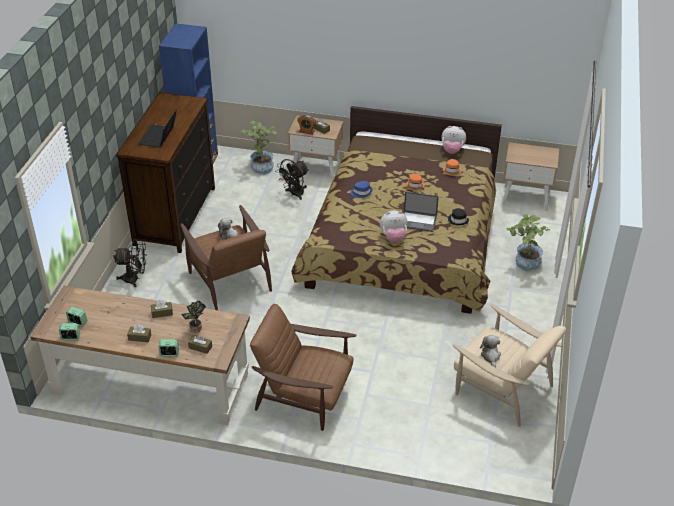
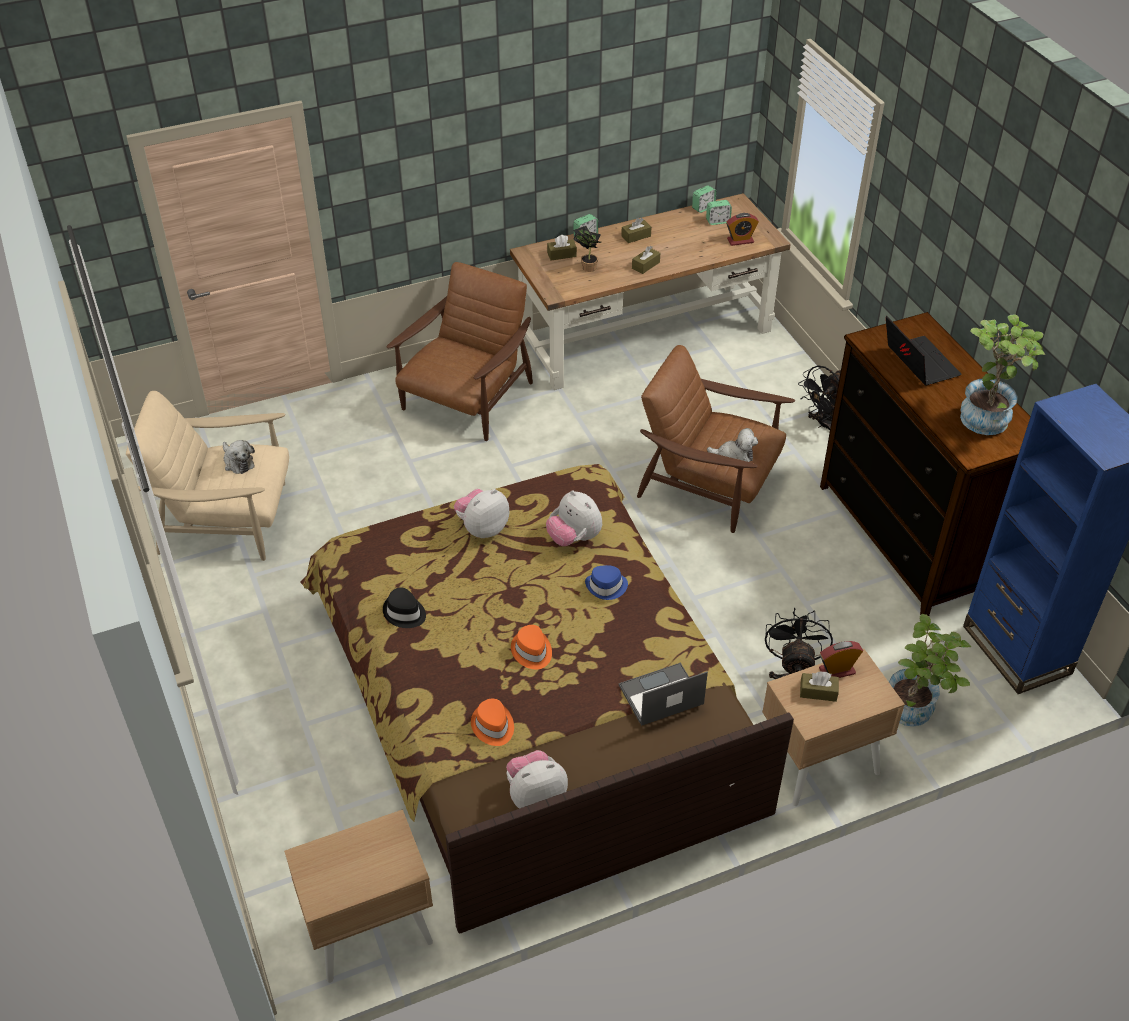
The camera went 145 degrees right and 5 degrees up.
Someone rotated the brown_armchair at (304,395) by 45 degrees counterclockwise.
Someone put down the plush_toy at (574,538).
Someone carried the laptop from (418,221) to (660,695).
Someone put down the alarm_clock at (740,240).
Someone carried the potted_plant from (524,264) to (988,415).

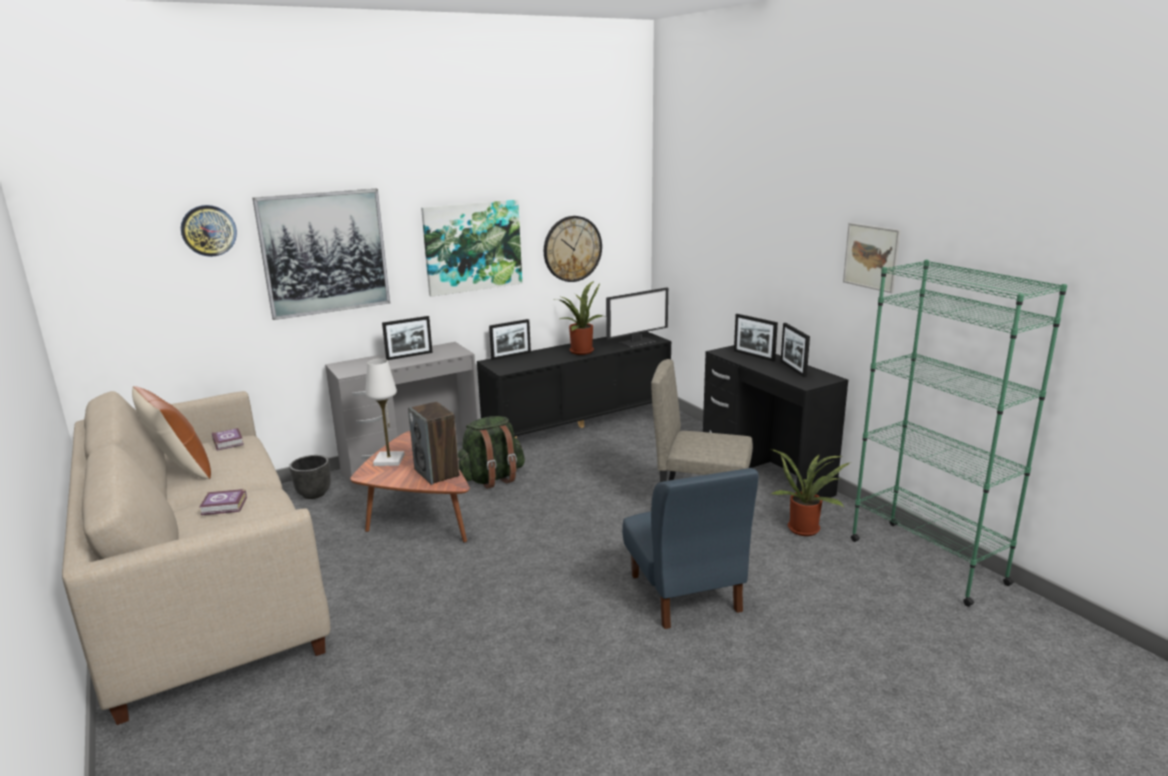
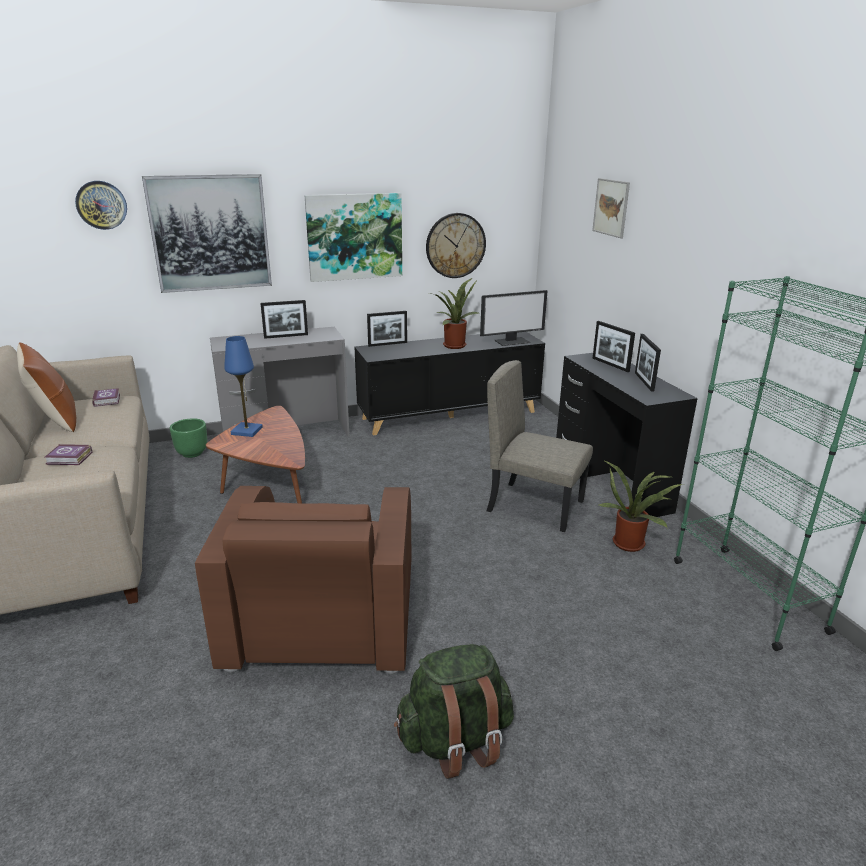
The camera went 10 degrees right and 5 degrees up.
Someone repainted the black_planter at (313,494), which became the green_planter at (191,453).
Someone put down the brown_armchair at (323,617).
Someone repainted the white_table_lamp at (389,460), which became the blue_table_lamp at (247,431).
Someone carried the green_backpack from (492,478) to (455,741).
Someone carried the picture from (871,257) to (611,207).
Someone took away the speaker at (437,473).
Someone took away the blue_chair at (684,593).

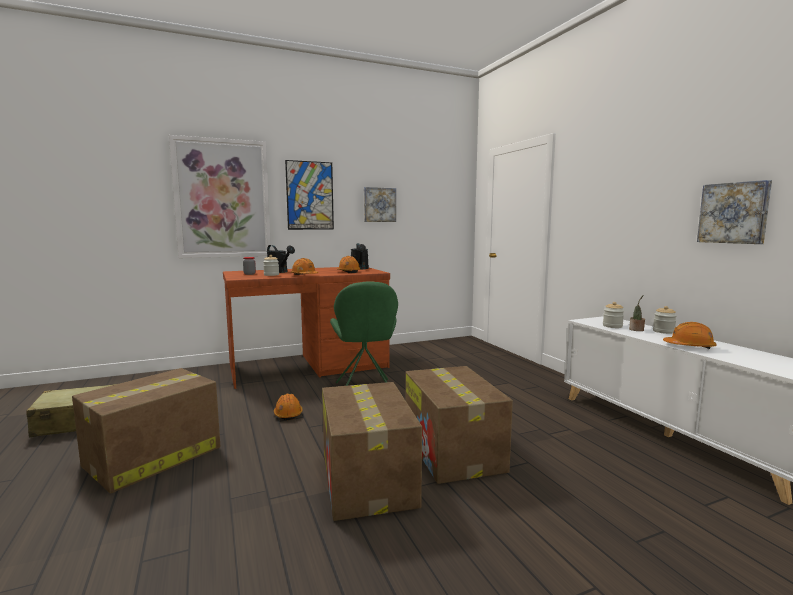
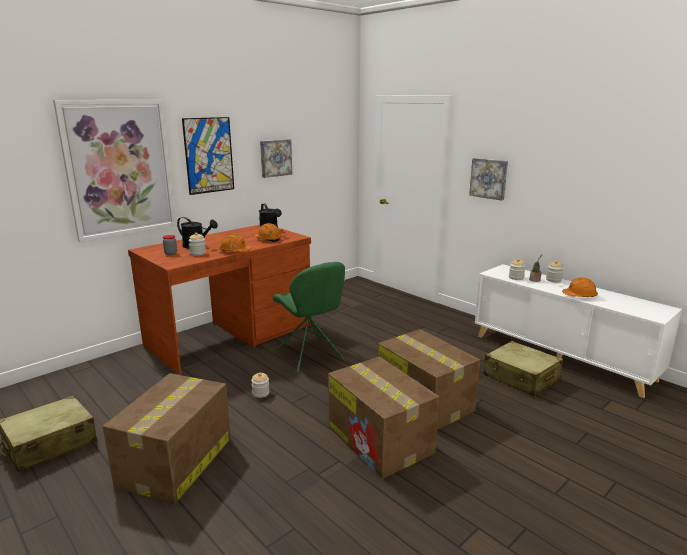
The camera went 20 degrees left and 10 degrees up.
Someone swapped the orange_hard_hat at (288,414) for the jar at (260,393).
Someone carried the picture from (734,213) to (489,178).
Someone put down the beige_suitcase at (521,378).

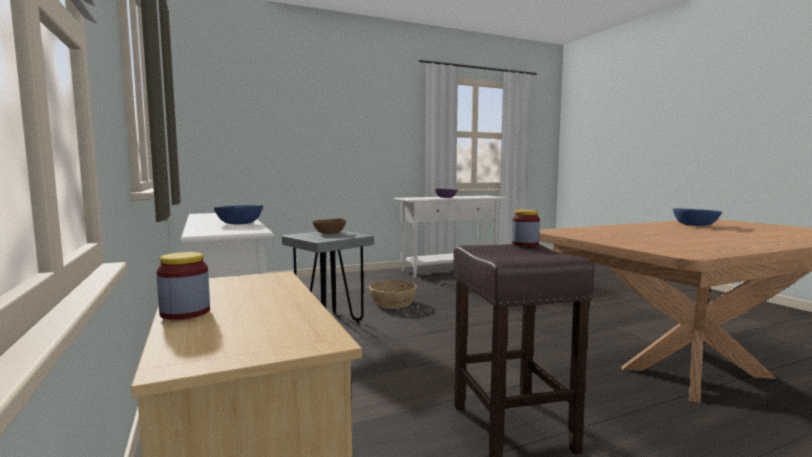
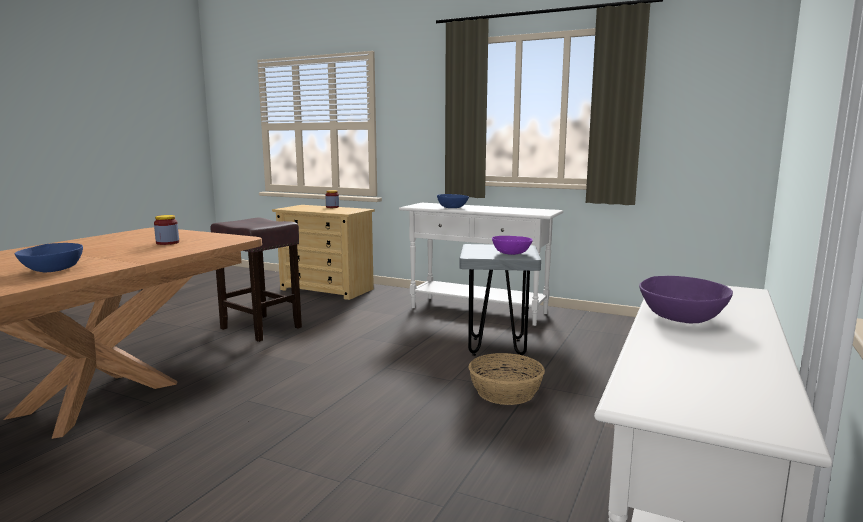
The camera went 140 degrees right and 5 degrees up.
Someone carried the jar from (525,244) to (167,243).
Someone repainted the brown_bowl at (329,233), which became the purple_bowl at (511,253).

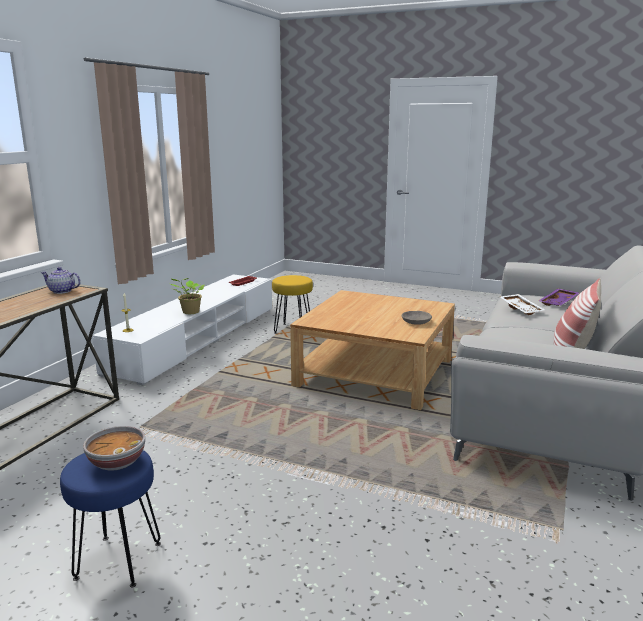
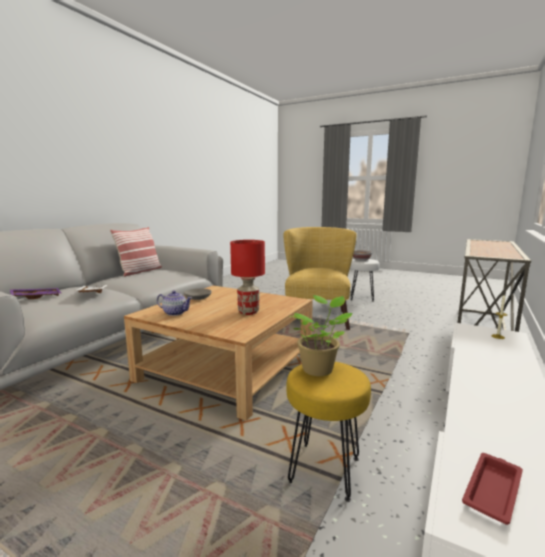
The camera went 175 degrees left and 5 degrees down.
Someone carried the teapot from (62,291) to (175,313).
Someone put down the red_table_lamp at (249,312).
Someone put down the yellow_armchair at (317,316).
Someone carried the potted_plant from (189,312) to (319,368).
Someone repainted the blue_stool at (117,561), which became the white_stool at (362,297).

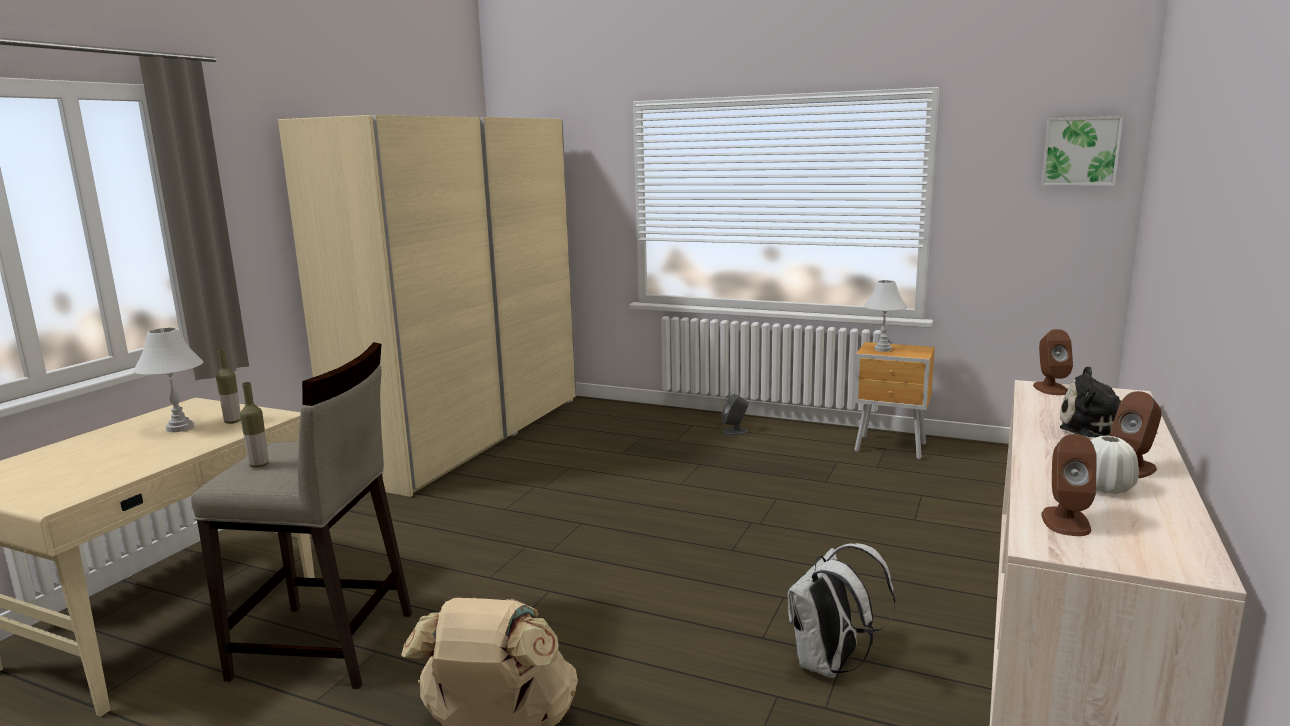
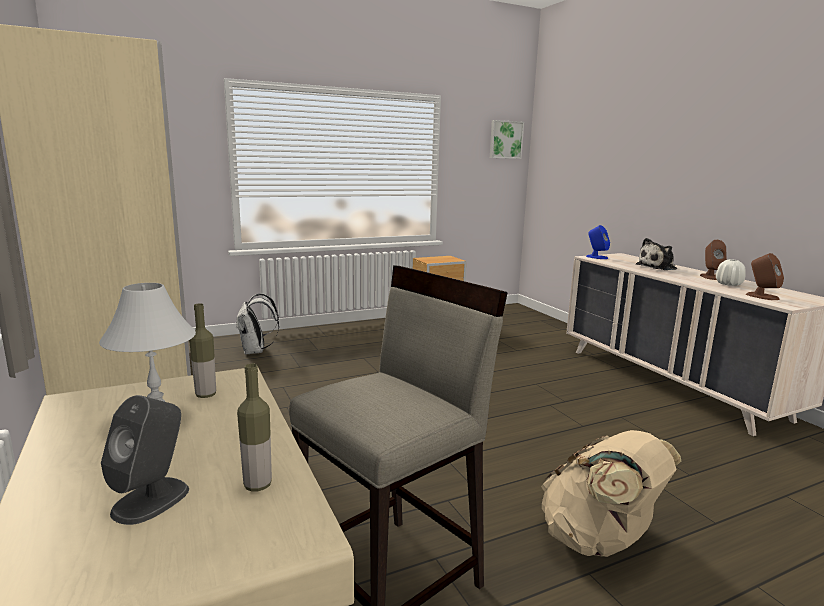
The camera went 50 degrees left and 0 degrees up.
Someone carried the grey_speaker from (735,432) to (152,500).
Someone carried the white_backpack from (830,665) to (256,351).
Someone carried the bottle from (259,465) to (257,485).
Someone repainted the brown_speaker at (1050,388), which became the blue_speaker at (596,257).
Someone took away the white_table_lamp at (883,349).

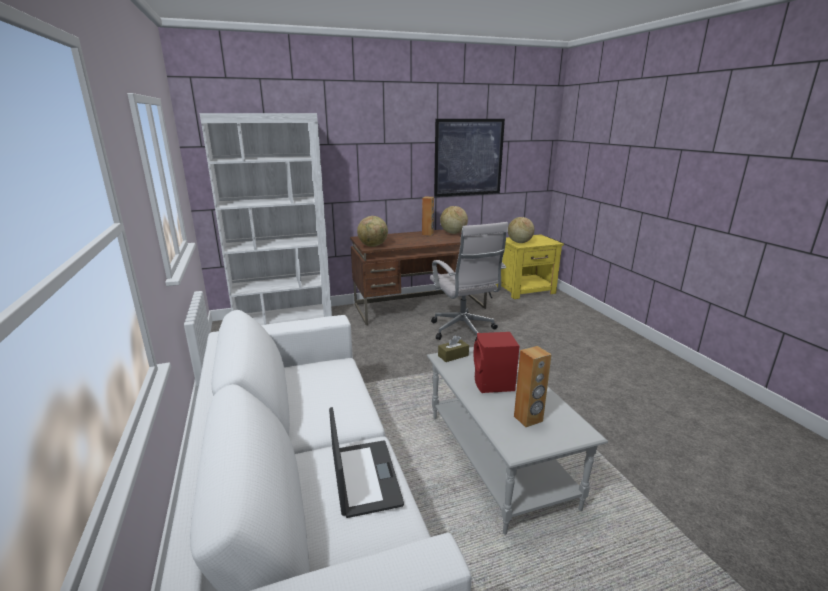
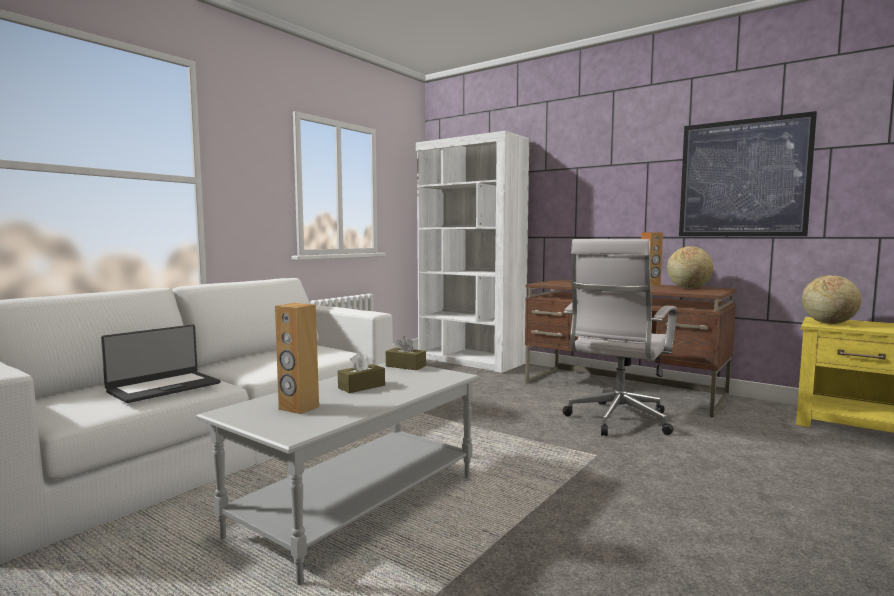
The camera went 55 degrees right and 15 degrees down.
Someone swapped the red_speaker at (494,384) for the brown_tissue_box at (361,387).
Someone took away the globe at (373,246).

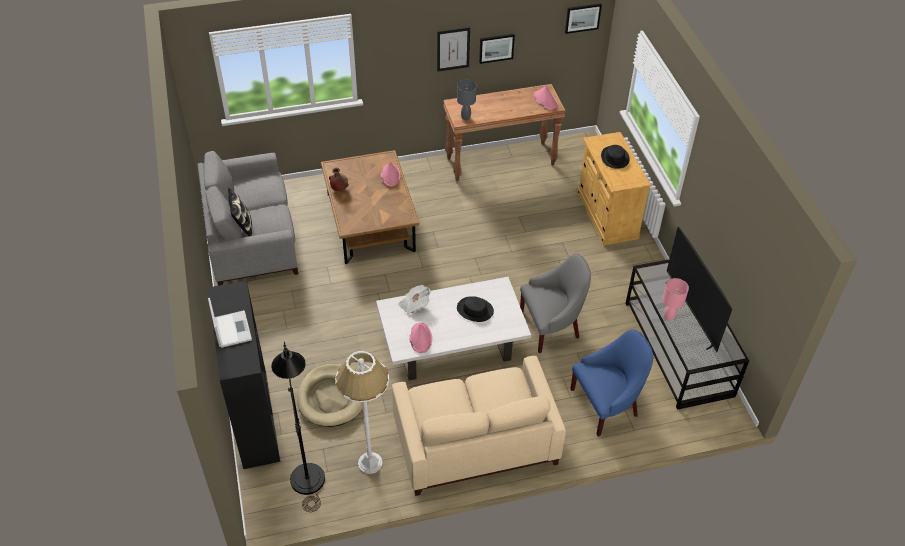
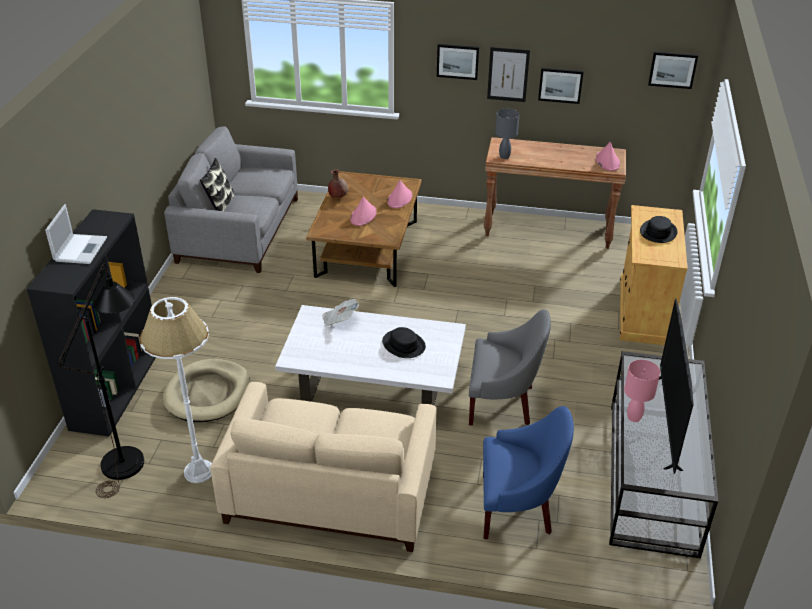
The camera went 25 degrees right and 10 degrees down.
Someone carried the pink_hat from (420,338) to (363,216).
Someone put up the picture at (457,61).

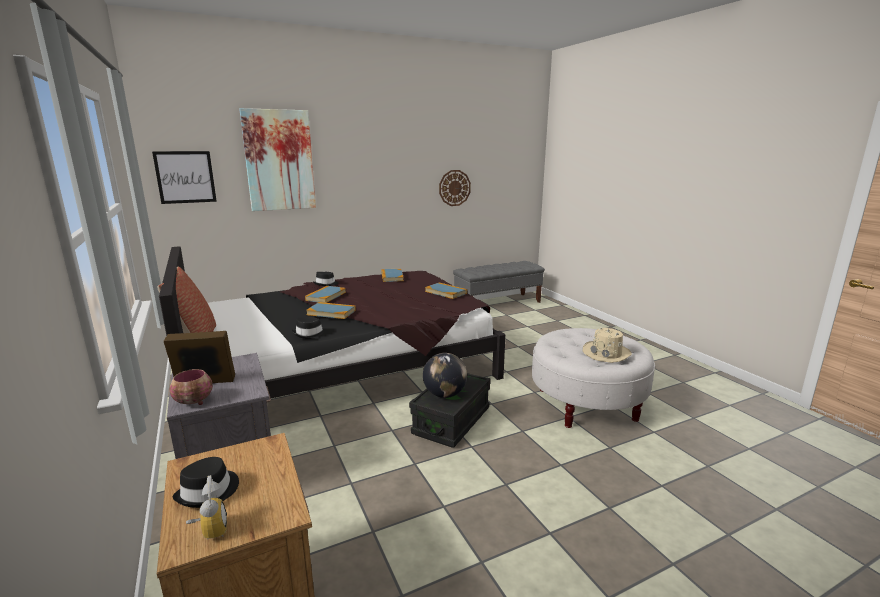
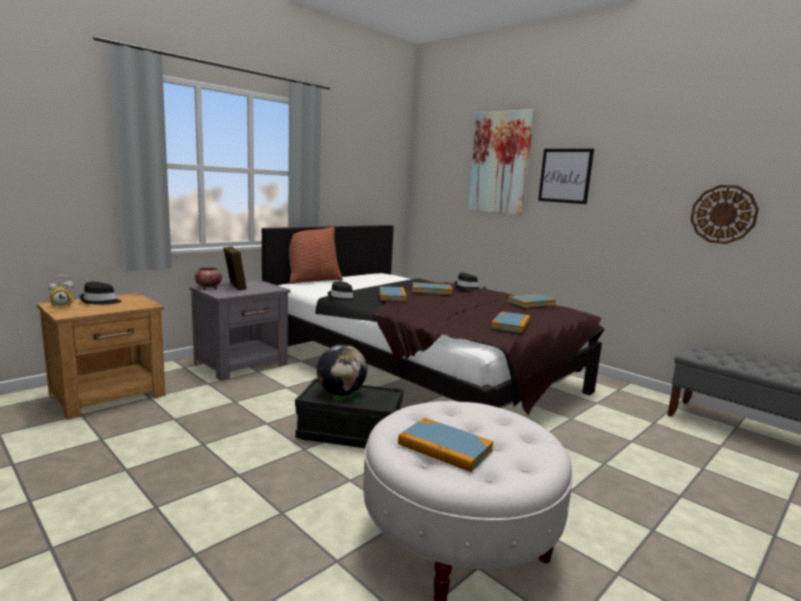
The camera went 70 degrees right and 5 degrees down.
Someone swapped the beige_hat at (606,353) for the book at (445,448).
Someone carried the picture from (185,177) to (565,175).

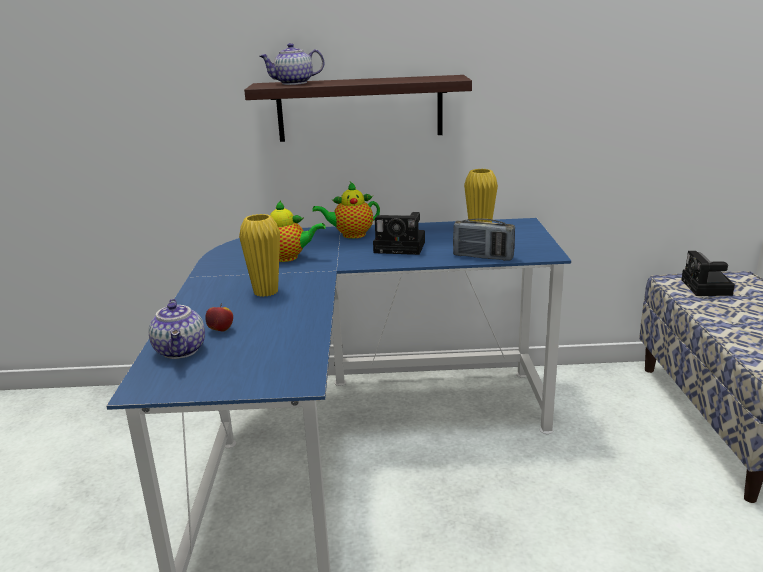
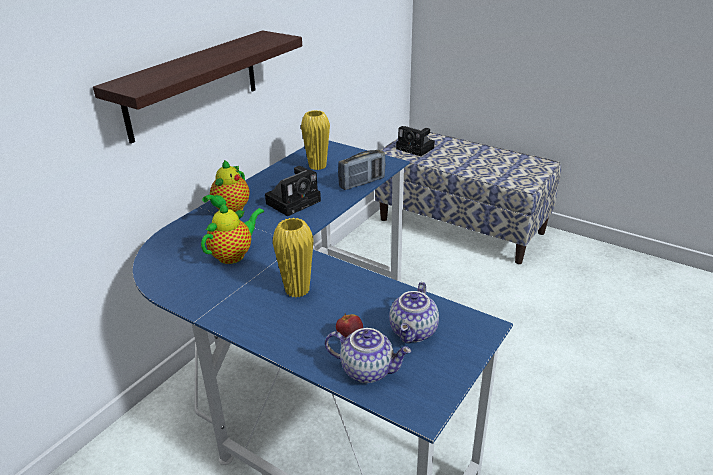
The camera went 55 degrees left and 10 degrees up.
Someone carried the teapot from (293,83) to (414,332).

